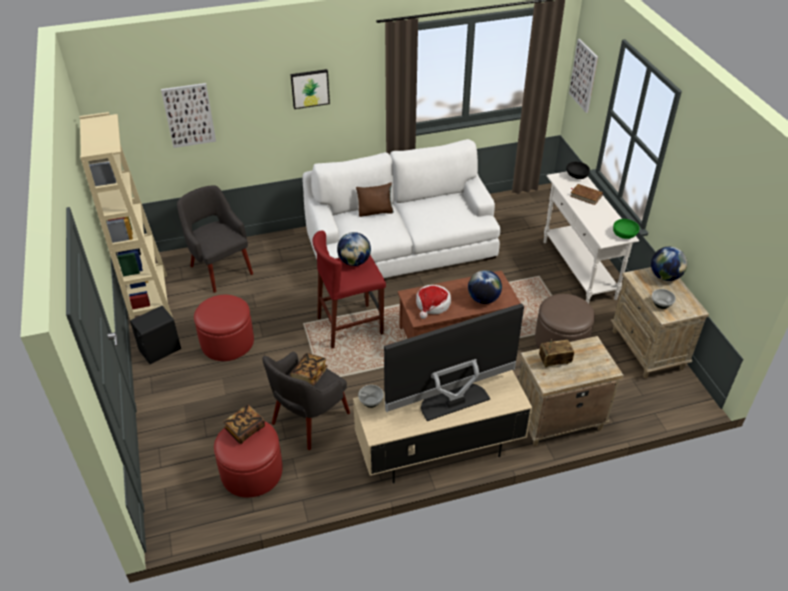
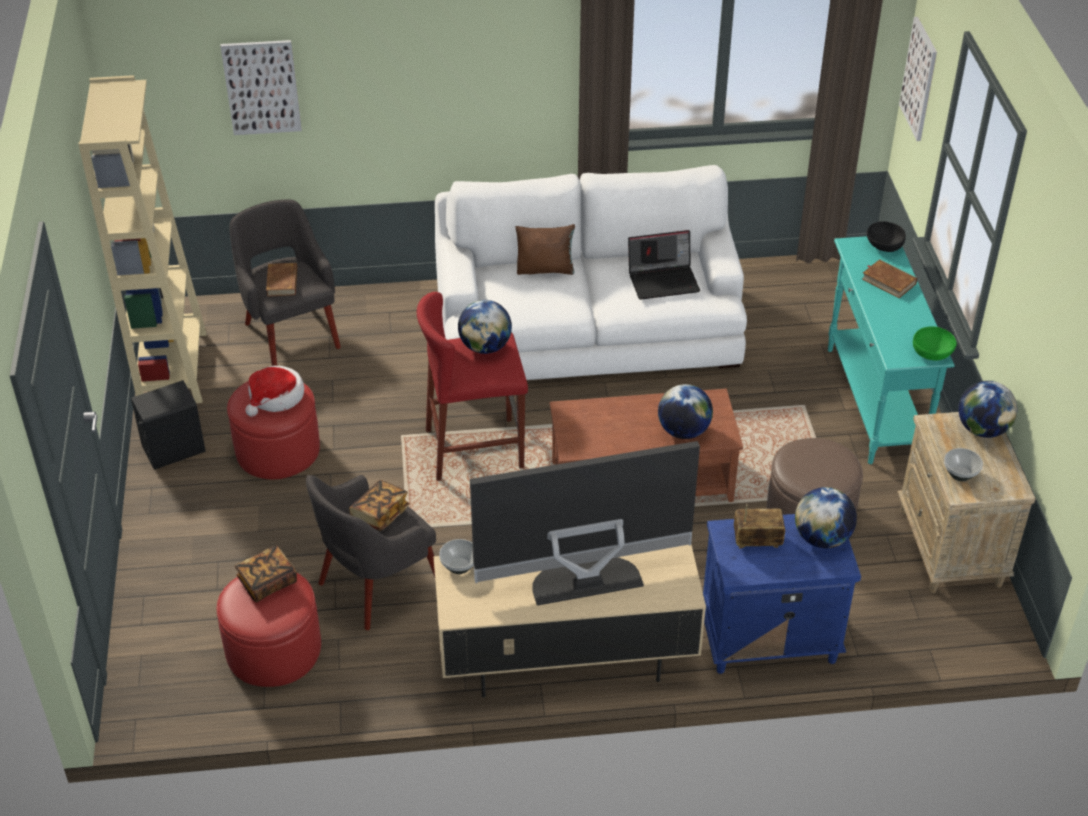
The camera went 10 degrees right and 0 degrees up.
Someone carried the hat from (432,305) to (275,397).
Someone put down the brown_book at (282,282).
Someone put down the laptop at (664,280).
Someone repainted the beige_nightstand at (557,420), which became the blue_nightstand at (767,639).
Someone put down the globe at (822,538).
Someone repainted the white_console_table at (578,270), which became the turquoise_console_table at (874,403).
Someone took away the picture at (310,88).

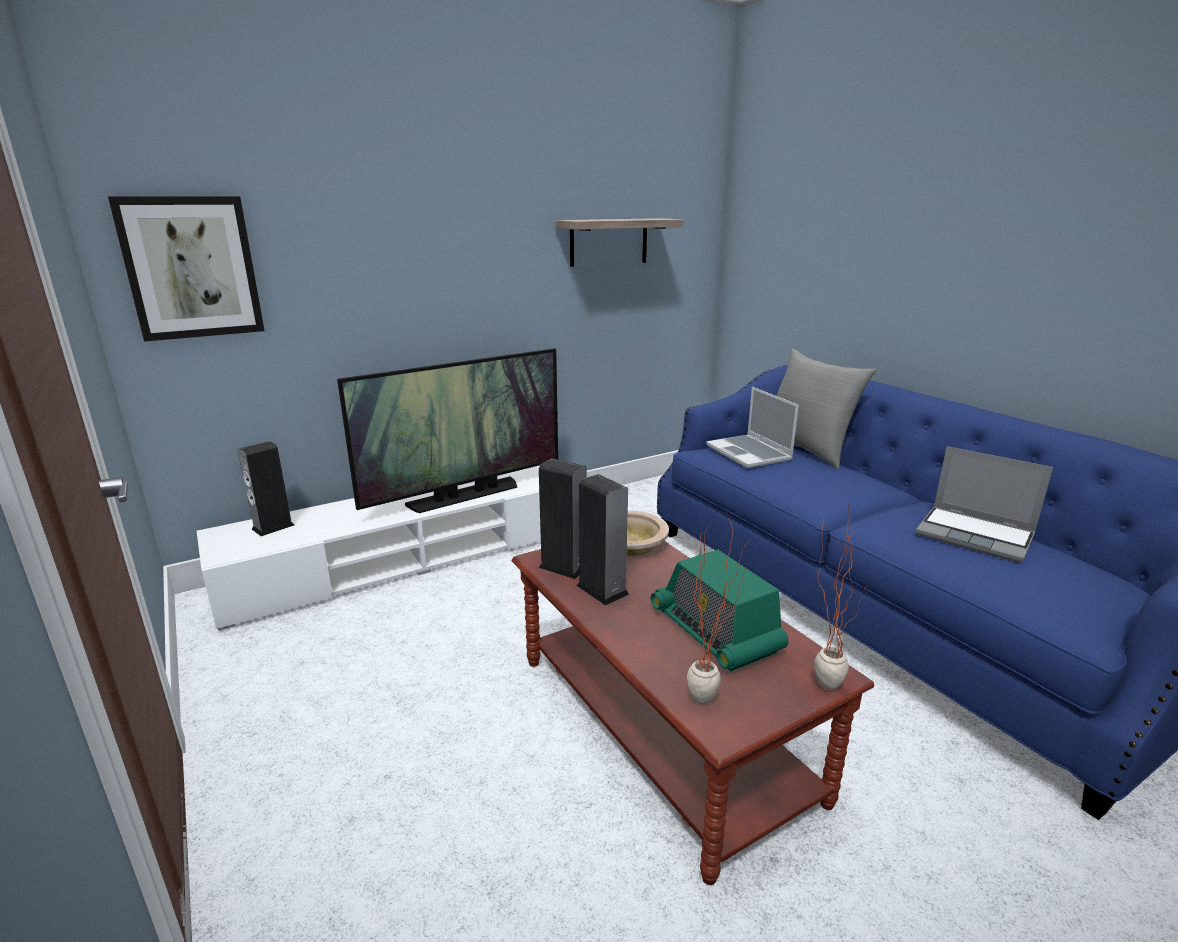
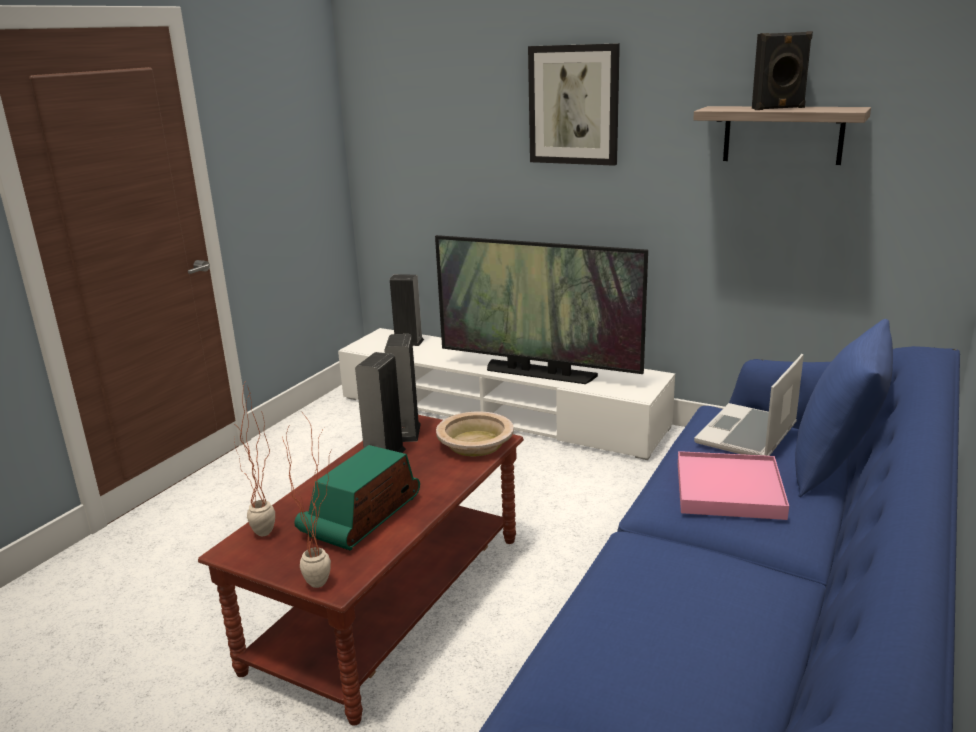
The camera went 60 degrees right and 0 degrees up.
Someone carried the picture from (191,268) to (574,105).
Someone put down the pink_tray at (728,490).
Someone put down the black_speaker at (778,108).
Someone repainted the grey_pillow at (807,450), which became the blue_pillow at (835,466).
Someone took away the laptop at (976,535).

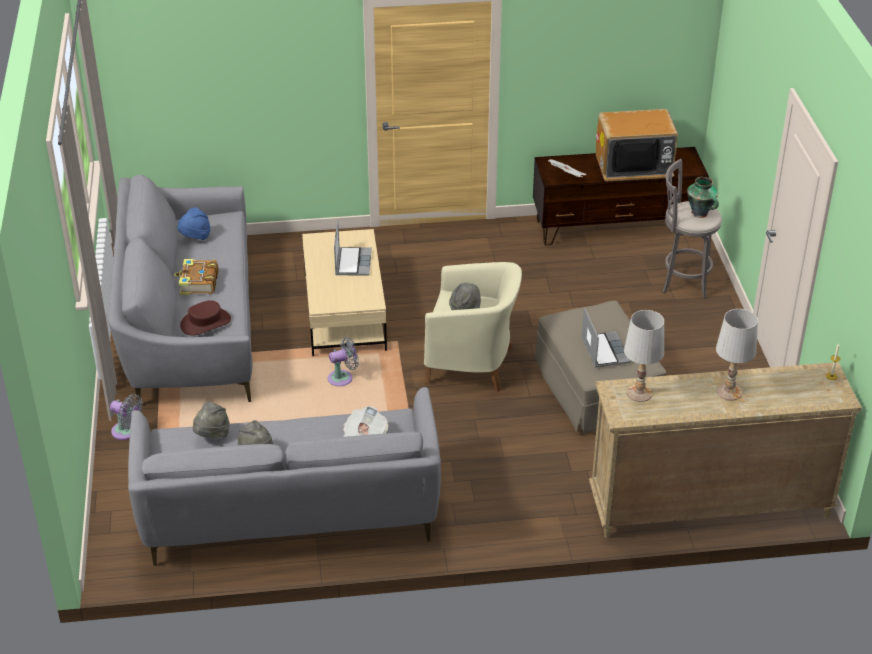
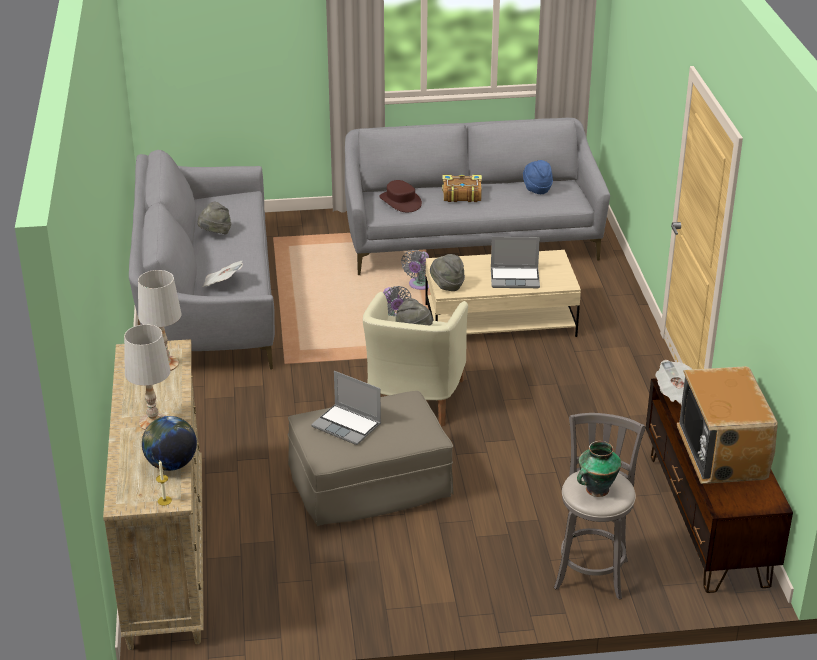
The camera went 90 degrees right and 5 degrees down.
Someone put down the globe at (171,464).
Someone rotated the laptop at (604,350) by 45 degrees clockwise.
Someone carried the grey_fan from (127,432) to (419,285).
Someone carried the grey_hat from (212,435) to (447,285).

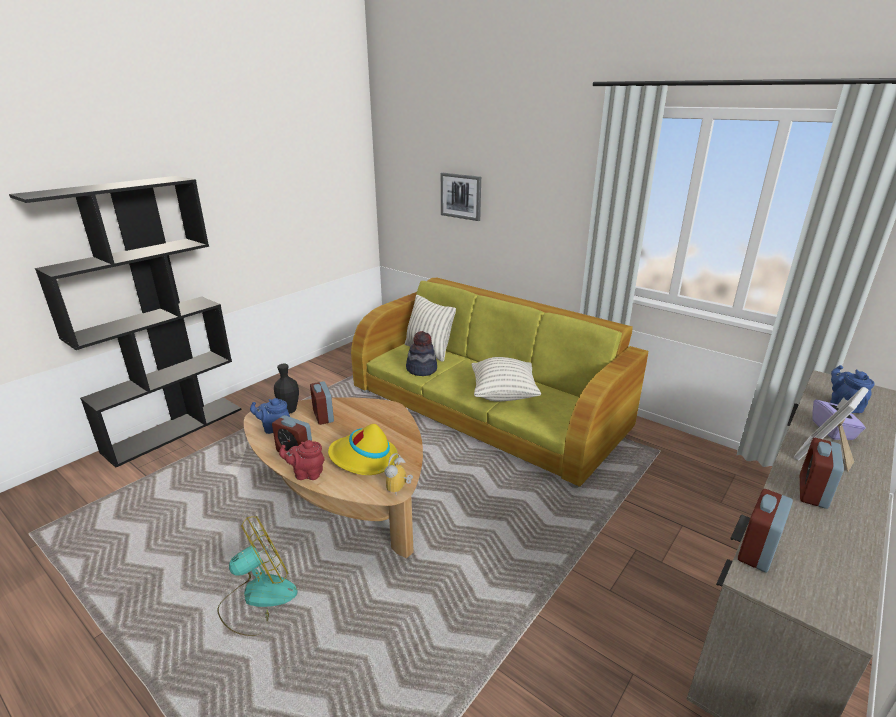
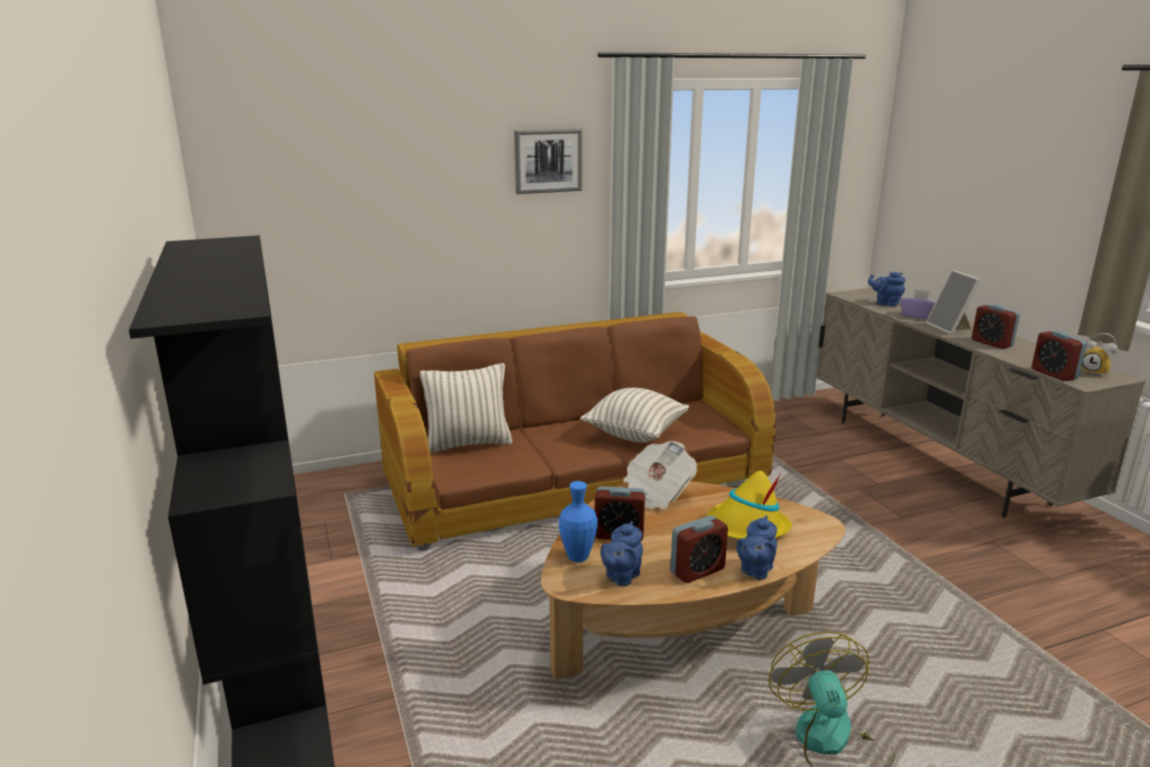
The camera went 60 degrees left and 5 degrees down.
Someone repainted the green_sofa at (487,410), which became the brown_sofa at (575,479).
Someone carried the picture from (461,196) to (548,161).
Someone repainted the black_vase at (289,410), which became the blue_vase at (578,557).
Someone put down the newspaper at (655,494).
Someone repainted the red_teapot at (306,474), which became the blue_teapot at (755,571).
Someone carried the alarm_clock from (399,489) to (1096,373).
Someone took away the hat at (421,369).

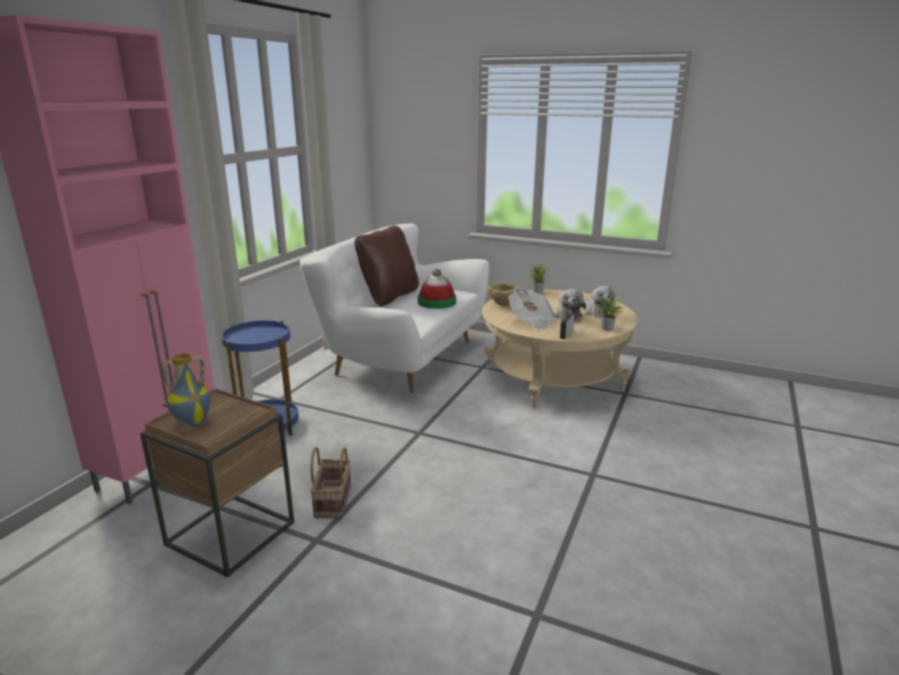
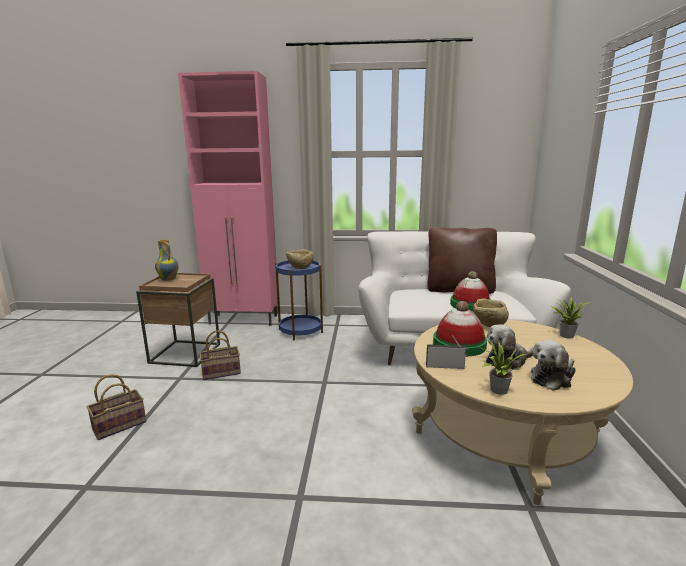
The camera went 70 degrees right and 5 degrees down.
Someone put down the basket at (120,424).
Someone put down the beige_bowl at (300,268).
Someone swapped the newspaper at (531,321) for the hat at (459,344).

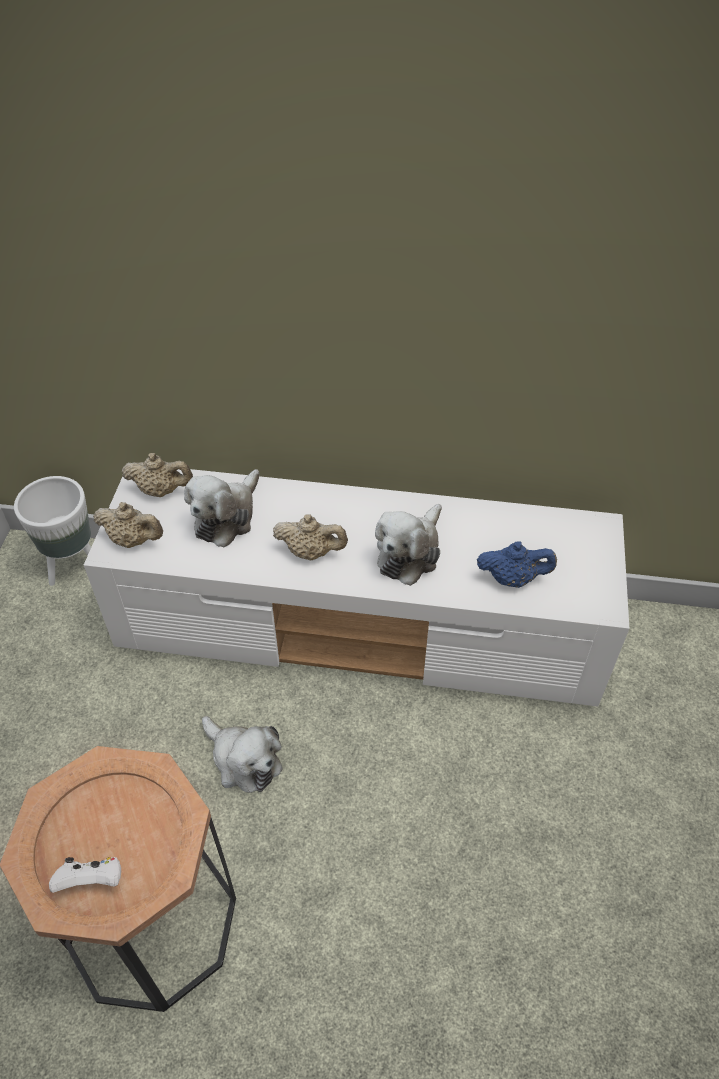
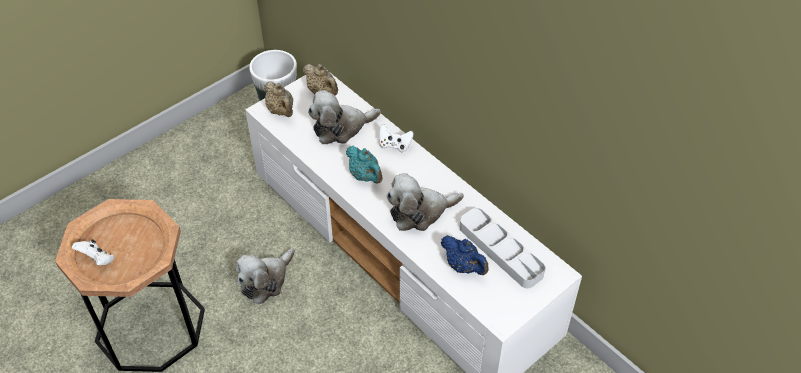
The camera went 40 degrees right and 0 degrees up.
Someone rotated the plush_toy at (243,760) by 45 degrees clockwise.
Someone repainted the beige_teapot at (311,552), which became the turquoise_teapot at (365,176).
Someone put down the white_game_controller at (395,145).
Someone put down the grey_tray at (500,251).

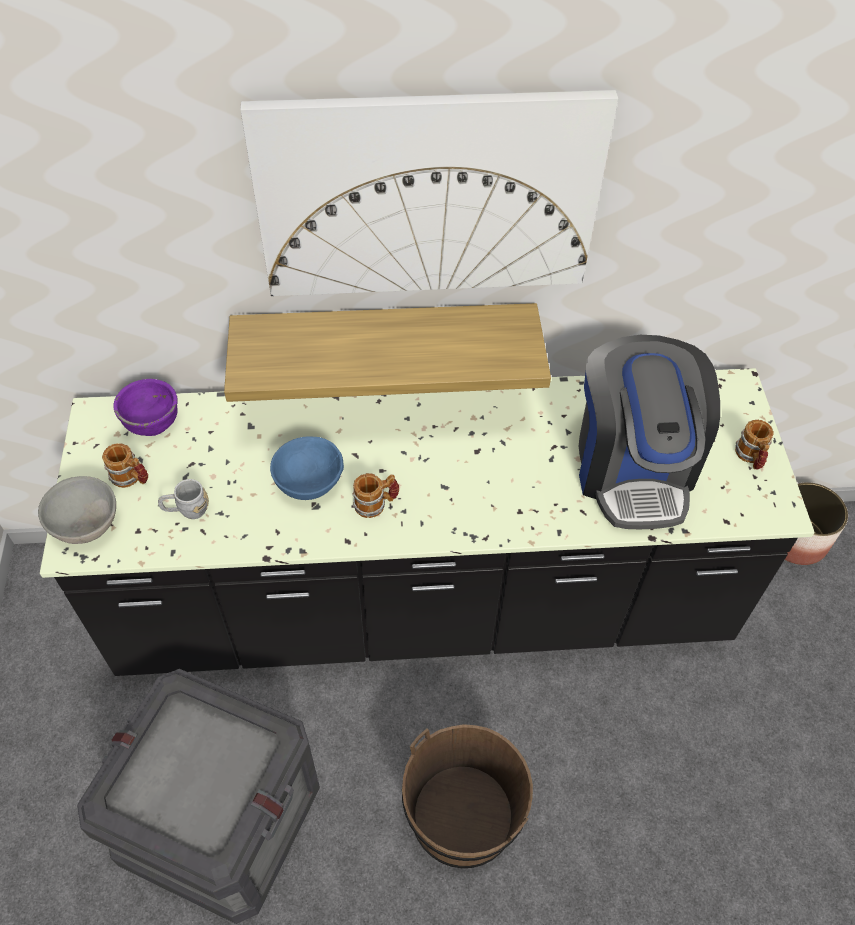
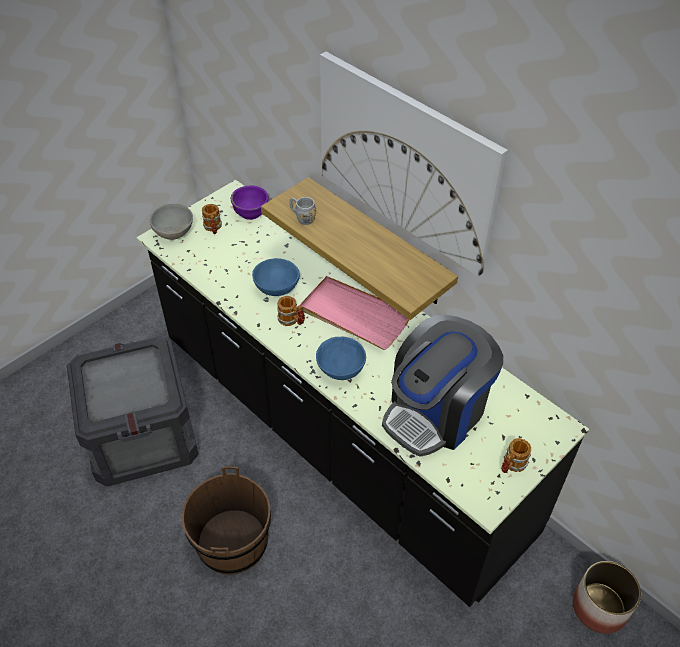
The camera went 50 degrees right and 5 degrees down.
Someone carried the grey_mug from (187,510) to (302,217).
Someone put down the pink_tray at (354,315).
Someone put down the blue_bowl at (340,370).

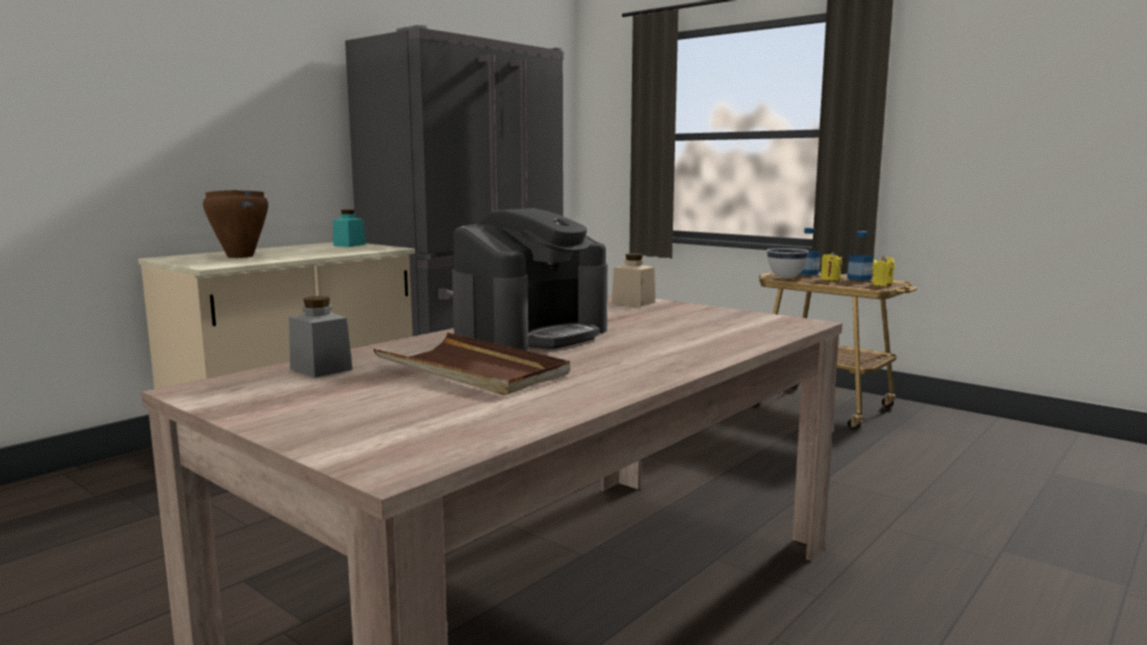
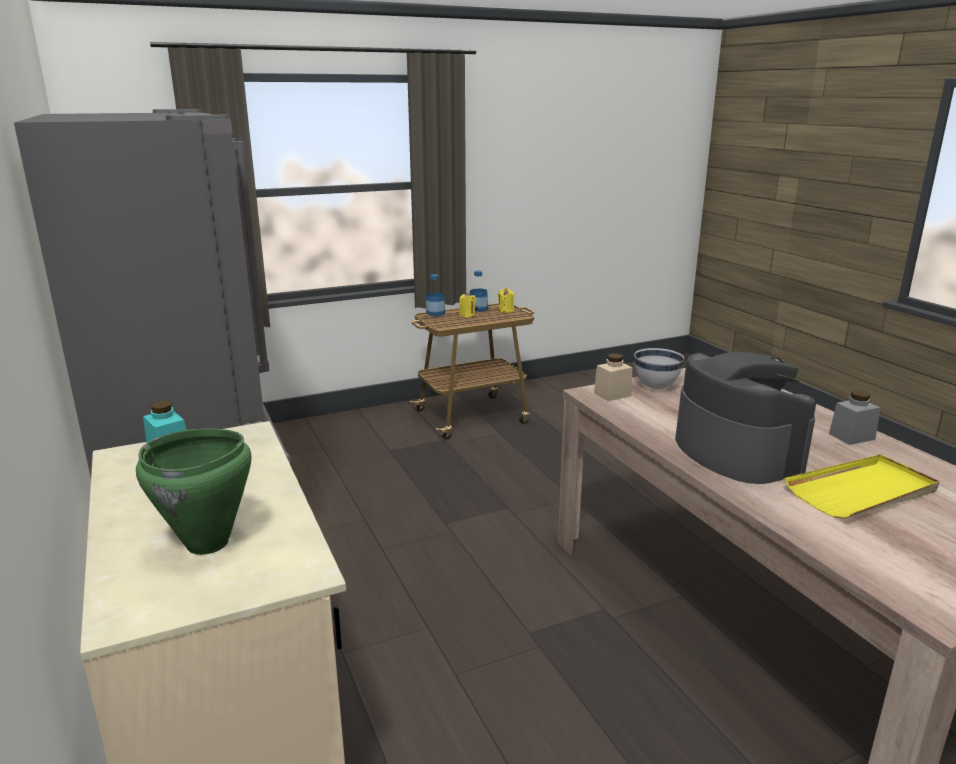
The camera went 65 degrees left and 10 degrees up.
Someone repainted the brown_cooking_pot at (239,256), which became the green_cooking_pot at (208,543).
Someone carried the white_bowl from (785,278) to (656,387).
Someone repainted the brown_tray at (472,370), which became the yellow_tray at (862,491).
Someone carried the grey_jar from (321,369) to (851,436).

